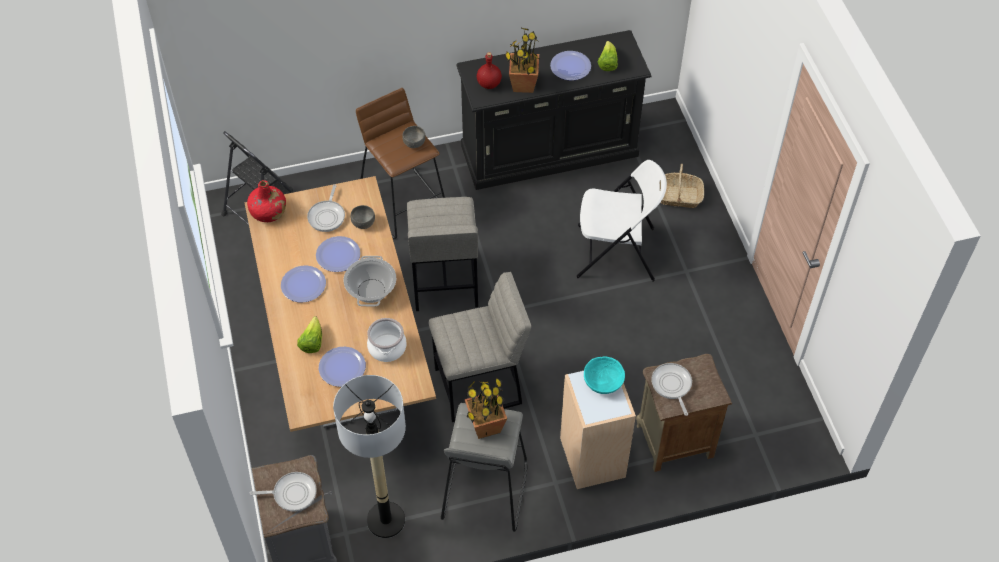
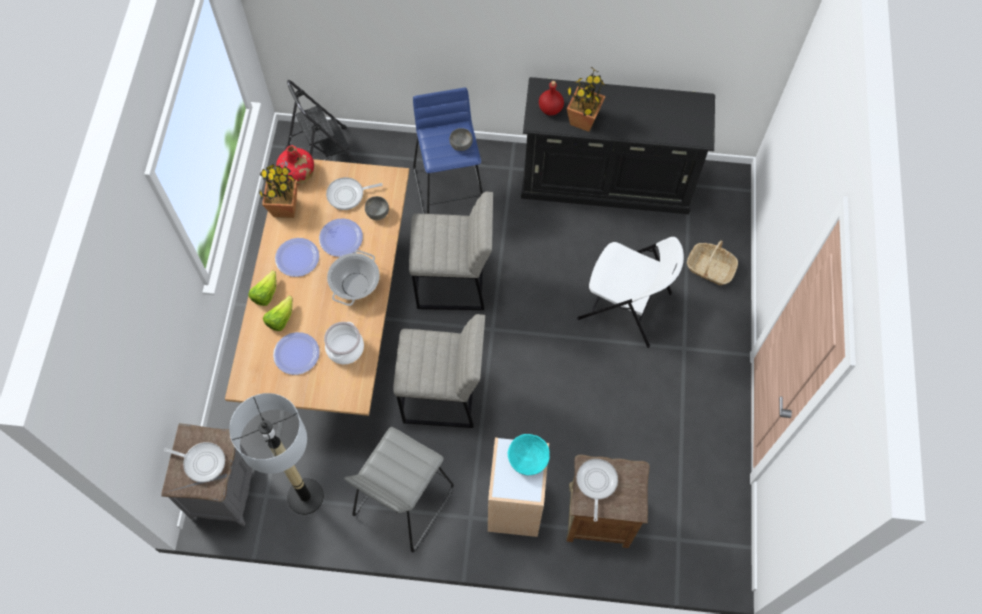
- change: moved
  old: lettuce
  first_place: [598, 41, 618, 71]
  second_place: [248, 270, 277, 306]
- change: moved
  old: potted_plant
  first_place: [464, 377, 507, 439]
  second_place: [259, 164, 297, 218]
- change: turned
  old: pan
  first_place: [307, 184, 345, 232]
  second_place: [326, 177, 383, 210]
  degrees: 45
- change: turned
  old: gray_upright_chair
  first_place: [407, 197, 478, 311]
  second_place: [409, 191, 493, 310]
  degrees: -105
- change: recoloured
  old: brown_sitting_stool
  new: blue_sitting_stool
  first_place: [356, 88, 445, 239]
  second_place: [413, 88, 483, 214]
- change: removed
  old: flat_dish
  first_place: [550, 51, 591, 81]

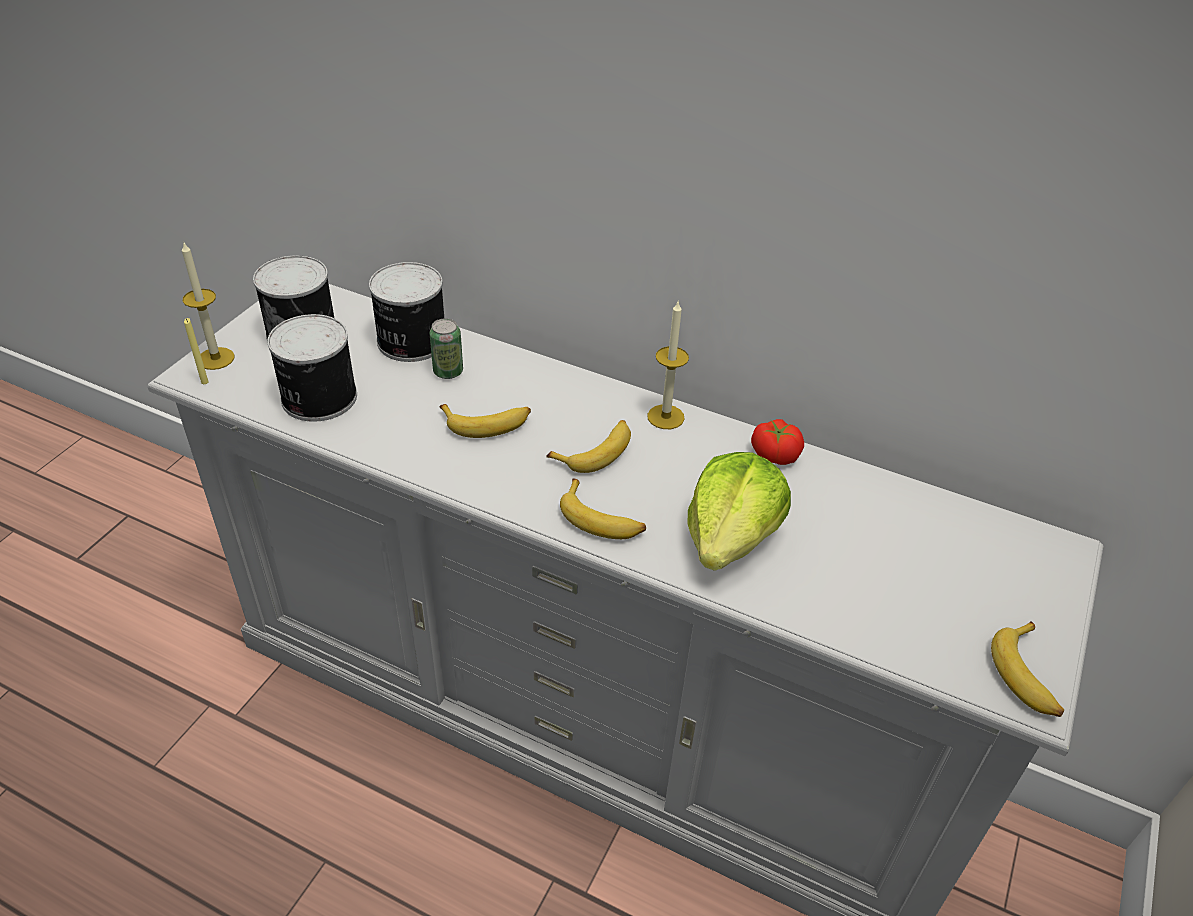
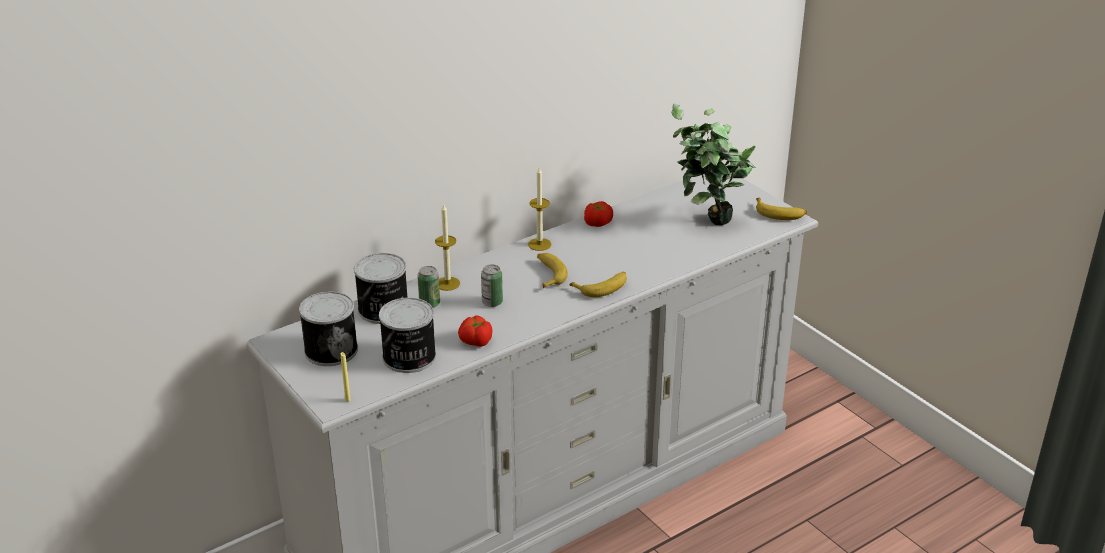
- change: moved
  old: candle
  first_place: [182, 241, 234, 370]
  second_place: [435, 205, 460, 291]
- change: added
  new: fresh_tomato
  second_place: [458, 315, 493, 347]
- change: replaced
  old: whole_banana
  new: can
  first_place: [439, 404, 531, 438]
  second_place: [481, 264, 503, 307]
- change: added
  new: potted_plant
  second_place: [671, 104, 756, 225]
- change: removed
  old: lettuce
  first_place: [688, 452, 791, 571]

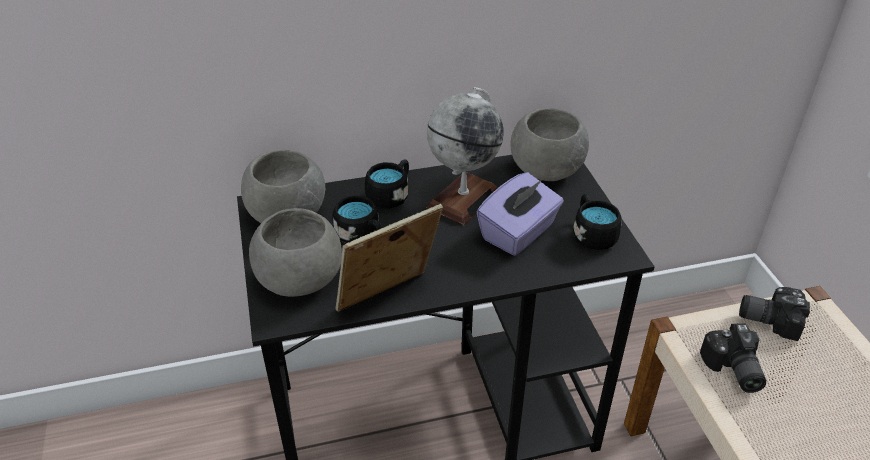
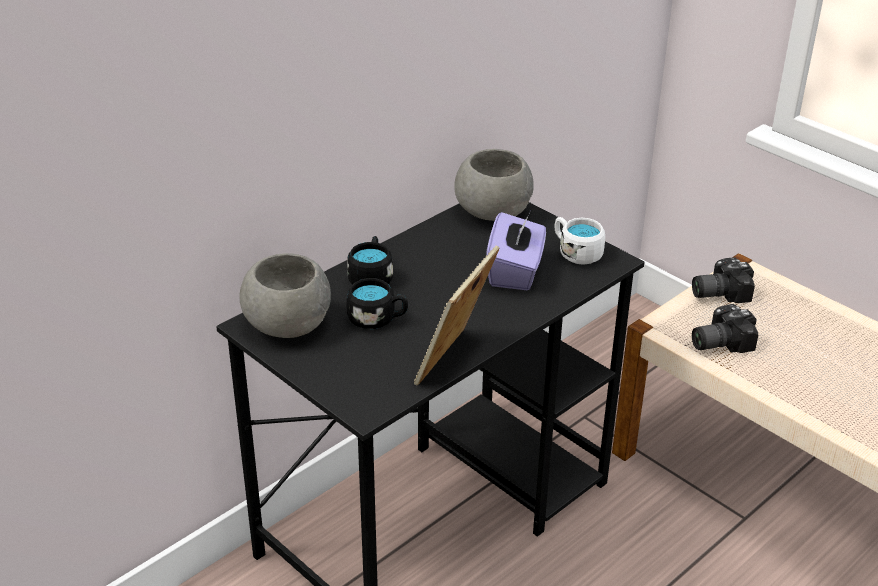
- change: recoloured
  old: black-coloured_mug
  new: white-coloured_mug
  first_place: [573, 194, 622, 250]
  second_place: [555, 217, 605, 265]
- change: turned
  old: still_camera
  first_place: [700, 324, 766, 393]
  second_place: [692, 304, 758, 353]
  degrees: 105
- change: removed
  old: gray_bowl
  first_place: [249, 208, 342, 297]
- change: removed
  old: globe
  first_place: [426, 87, 504, 225]

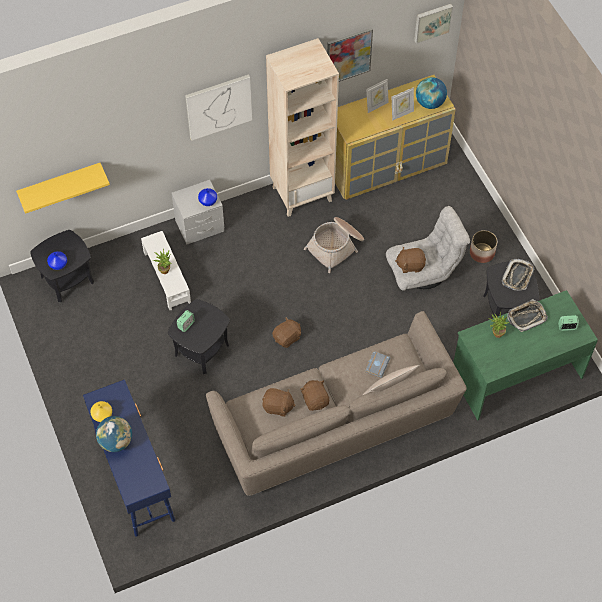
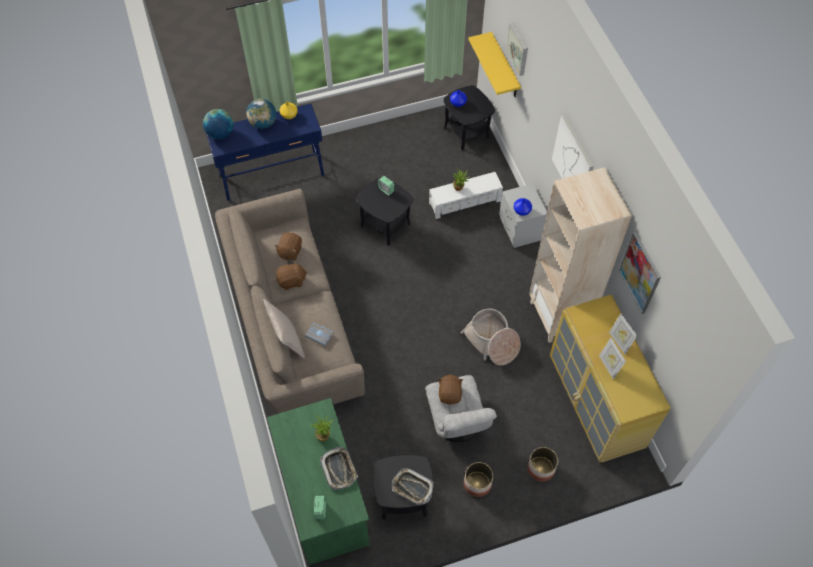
- change: moved
  old: globe
  first_place: [416, 77, 447, 109]
  second_place: [203, 109, 234, 140]
- change: moved
  old: picture
  first_place: [414, 4, 453, 44]
  second_place: [506, 23, 528, 76]
- change: added
  new: flower_pot
  second_place: [527, 447, 558, 482]
- change: removed
  old: brown_plush_toy
  first_place: [272, 317, 301, 348]

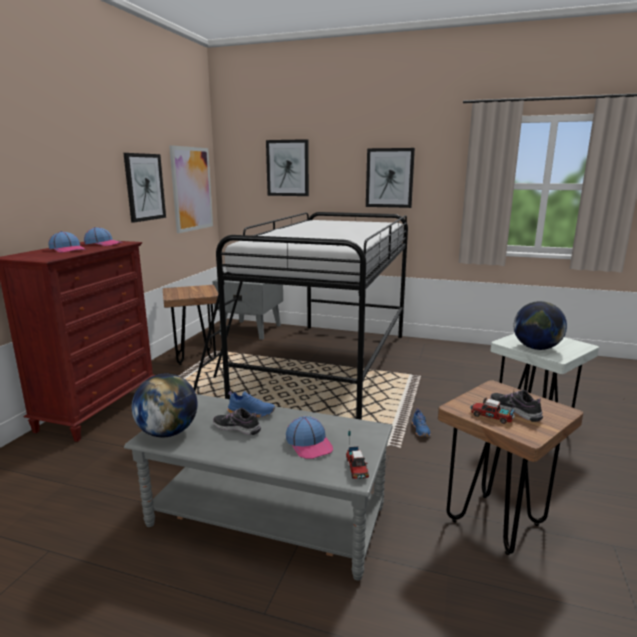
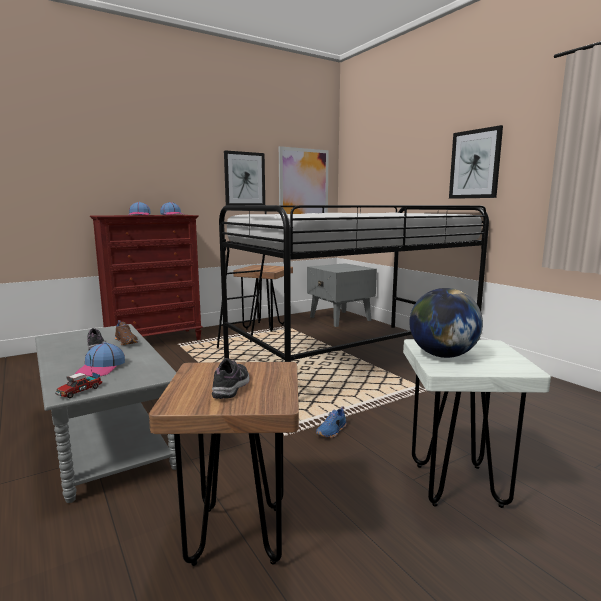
- change: recoloured
  old: blue_low_shoe
  new: brown_low_shoe
  first_place: [227, 391, 275, 417]
  second_place: [115, 320, 138, 345]
- change: removed
  old: globe
  first_place: [131, 374, 198, 437]
- change: removed
  old: picture
  first_place: [266, 139, 309, 196]
- change: removed
  old: model_truck
  first_place: [470, 392, 515, 424]

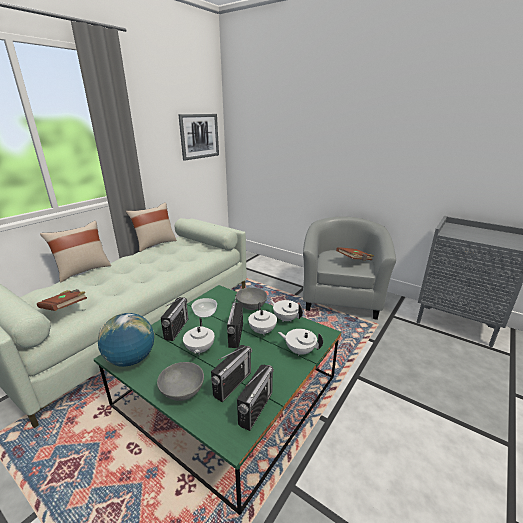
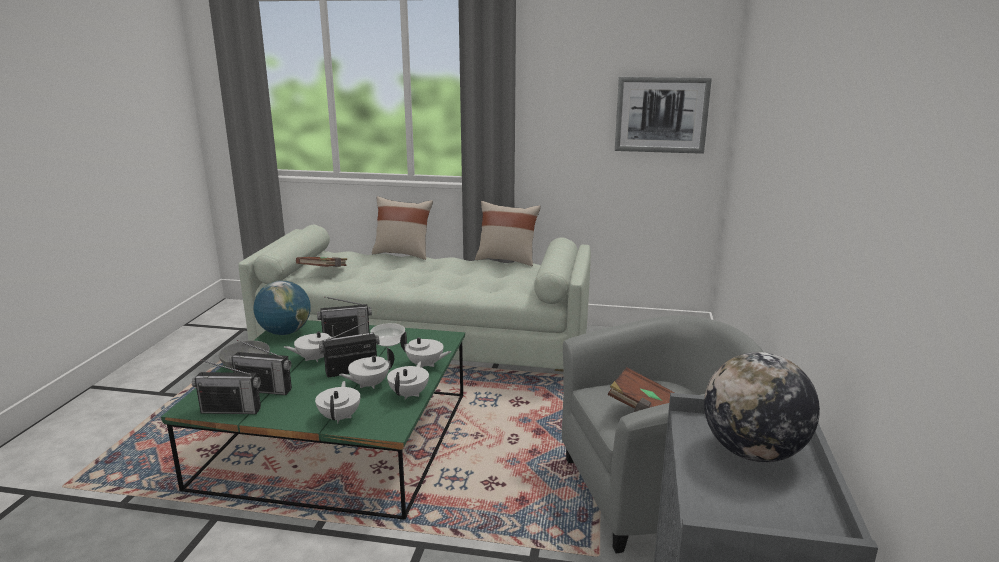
- change: replaced
  old: gray_bowl
  new: white-coloured_pot_for_tea
  first_place: [236, 287, 267, 310]
  second_place: [400, 332, 451, 368]
- change: added
  new: globe
  second_place: [704, 352, 820, 462]

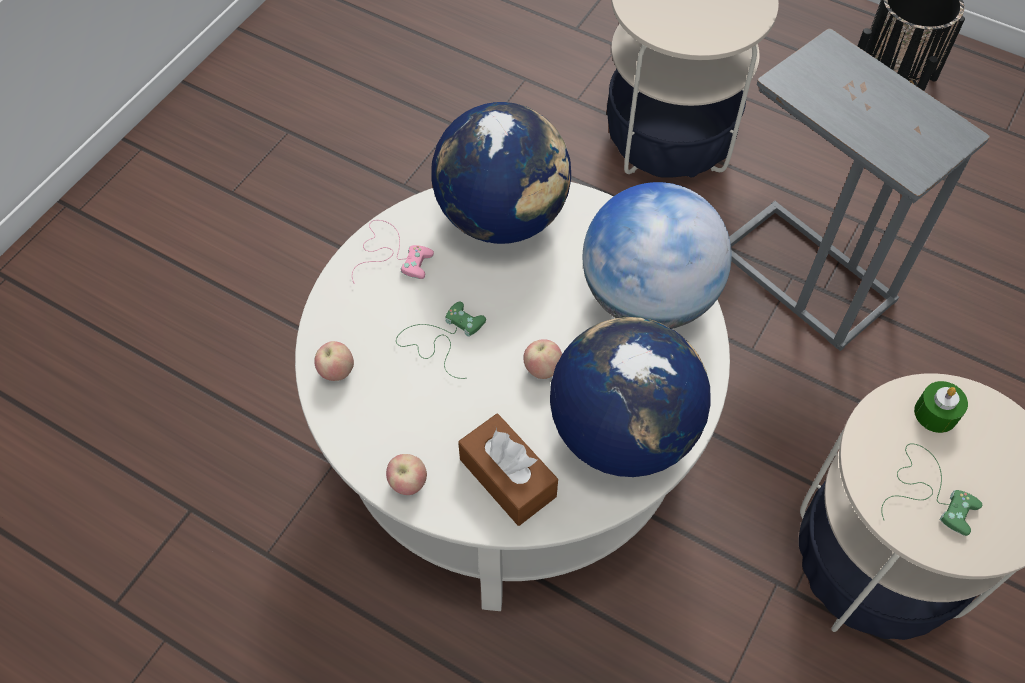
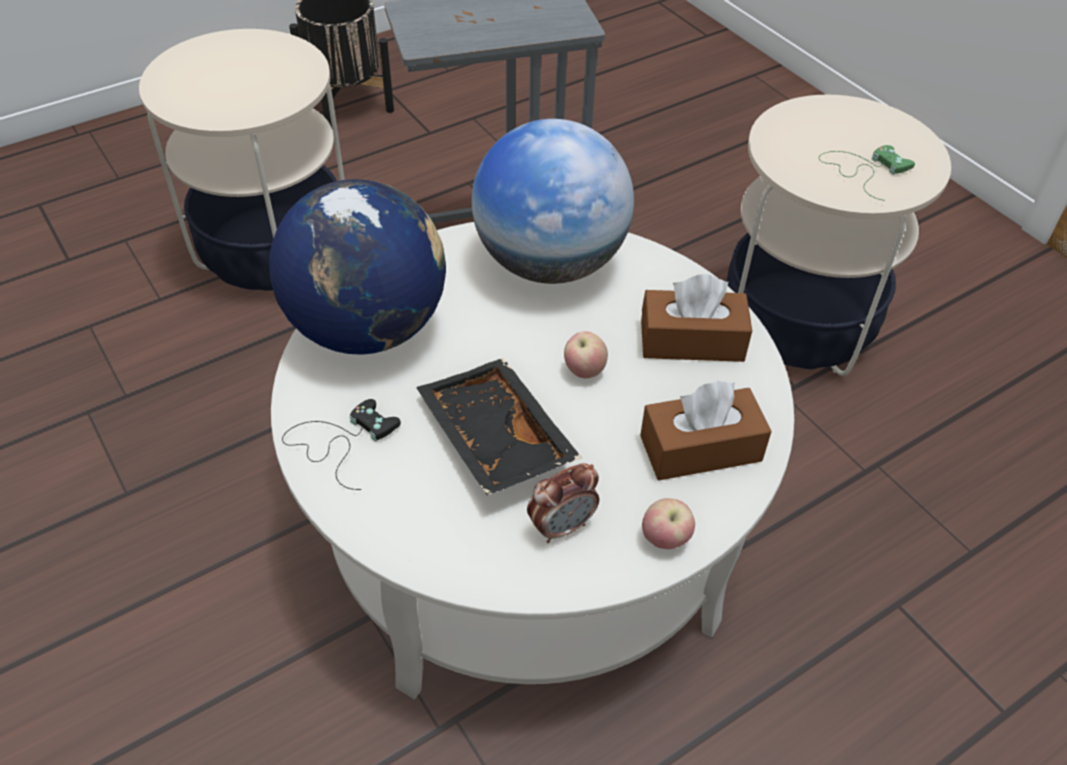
- change: recoloured
  old: pink-coloured_joypad
  new: black-coloured_joypad
  first_place: [352, 220, 434, 284]
  second_place: [282, 399, 401, 490]
- change: replaced
  old: green-coloured_joypad
  new: black-coloured_serving_tray
  first_place: [396, 302, 486, 379]
  second_place: [416, 358, 582, 496]
- change: added
  new: table_clock
  second_place: [527, 463, 599, 543]
- change: replaced
  old: globe
  new: brown_tissue_holder
  first_place: [550, 317, 711, 477]
  second_place: [641, 274, 752, 362]
- change: removed
  old: whole_apple
  first_place: [314, 341, 354, 381]
- change: removed
  old: green-coloured_candle
  first_place: [914, 381, 968, 433]

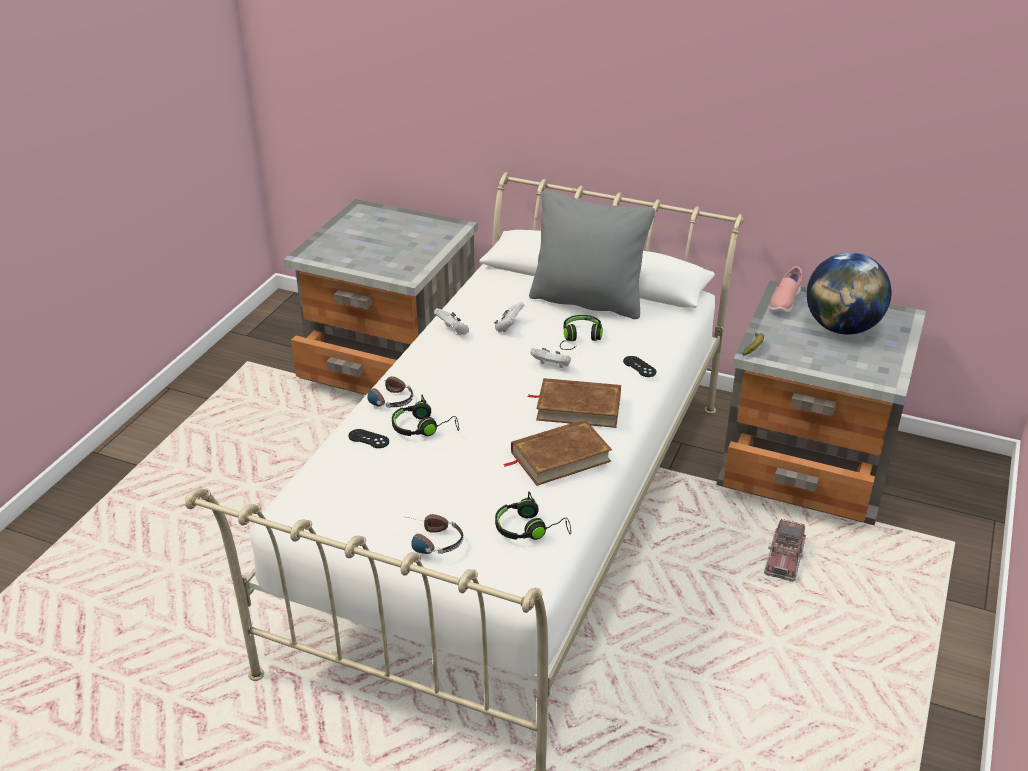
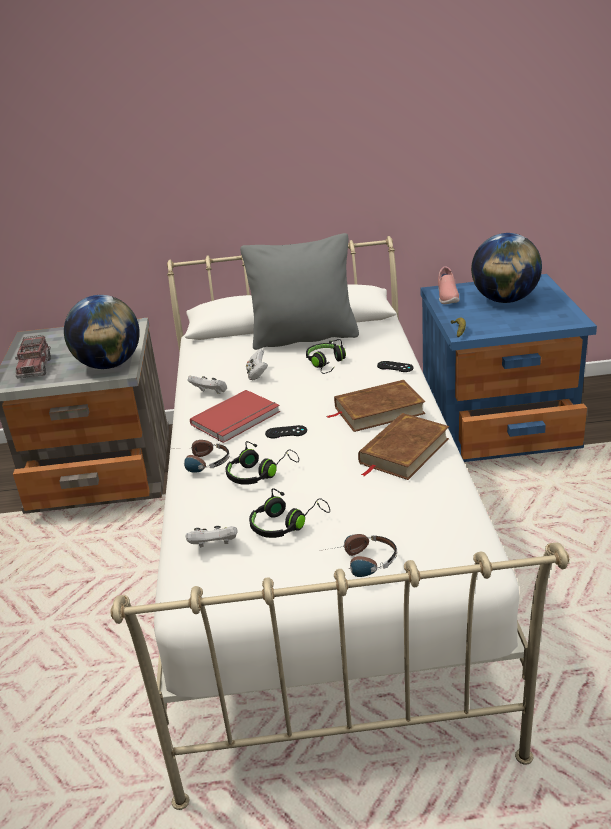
- change: moved
  old: model_truck
  first_place: [764, 519, 806, 582]
  second_place: [15, 335, 51, 379]
- change: added
  new: globe
  second_place: [64, 295, 140, 369]
- change: moved
  old: white-coloured_joypad
  first_place: [531, 348, 571, 368]
  second_place: [186, 526, 237, 547]
- change: added
  new: red-coloured_book
  second_place: [190, 390, 280, 443]
- change: moved
  old: black-coloured_headset
  first_place: [495, 492, 571, 540]
  second_place: [249, 488, 330, 538]
- change: moved
  old: black-coloured_joypad
  first_place: [348, 429, 389, 448]
  second_place: [265, 425, 307, 438]
- change: recoloured
  old: gray_nightstand
  new: blue_nightstand
  first_place: [716, 280, 926, 525]
  second_place: [421, 274, 597, 462]

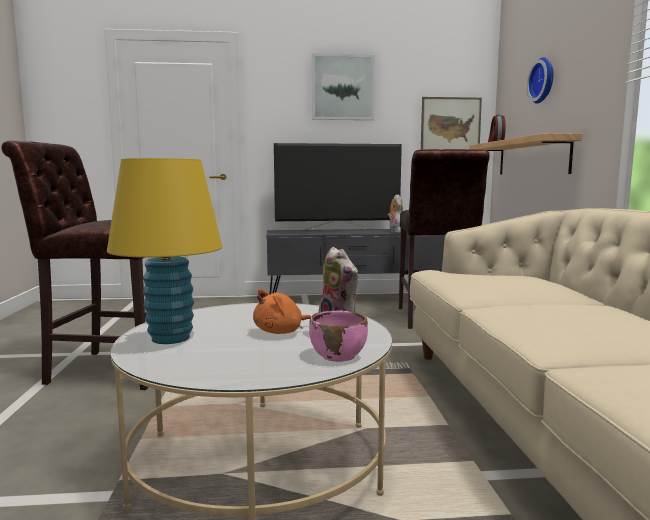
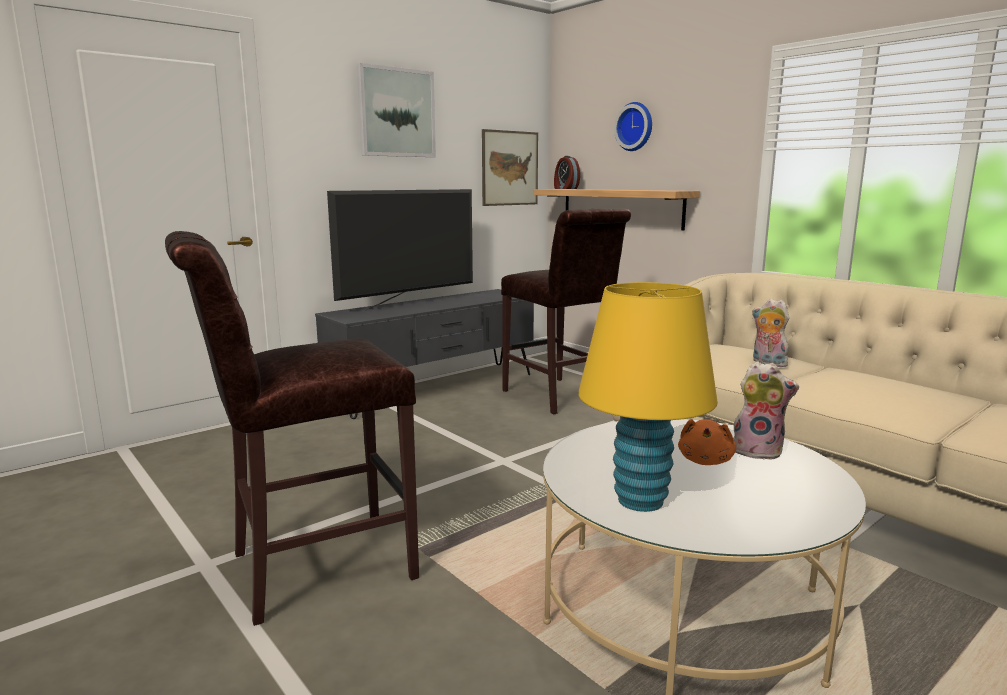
- change: moved
  old: plush_toy
  first_place: [388, 195, 403, 233]
  second_place: [752, 299, 789, 367]
- change: removed
  old: pink-coloured_bowl
  first_place: [309, 311, 368, 362]

